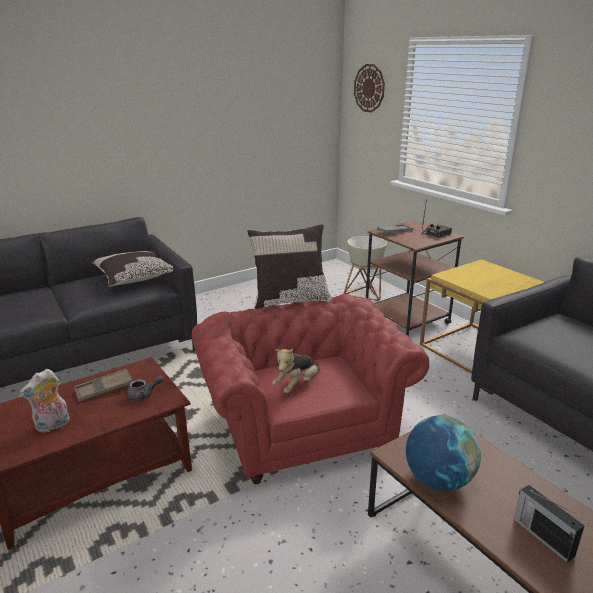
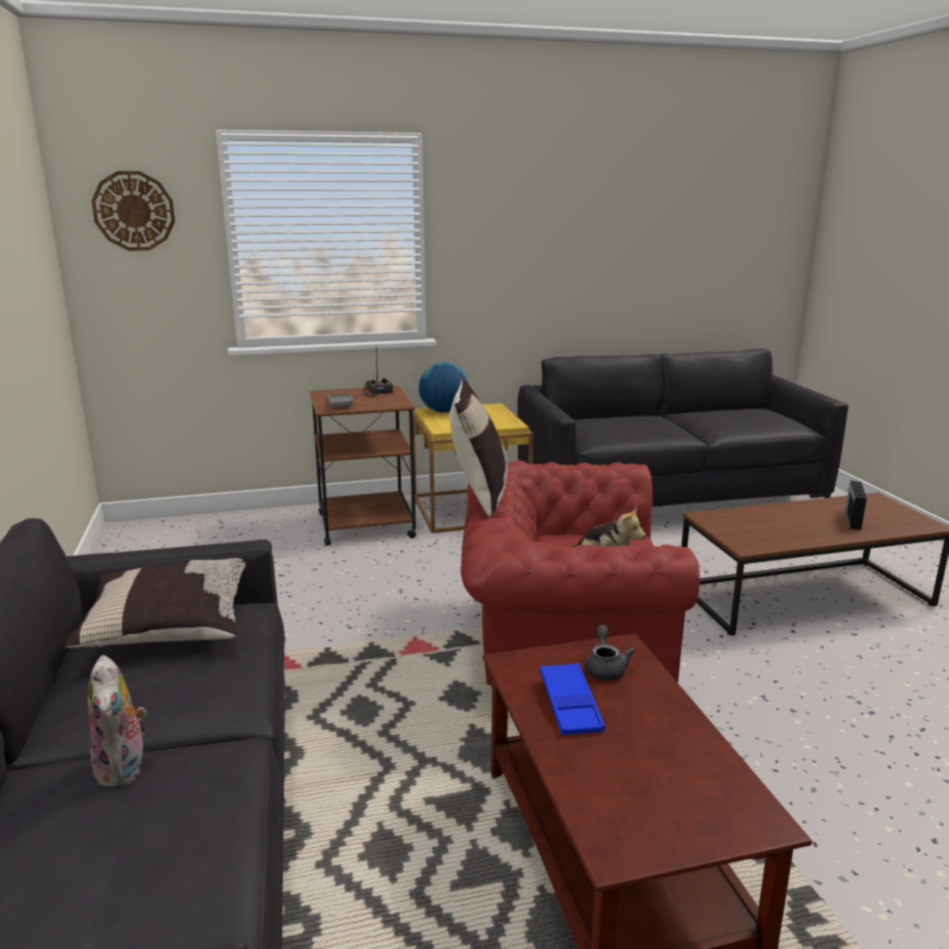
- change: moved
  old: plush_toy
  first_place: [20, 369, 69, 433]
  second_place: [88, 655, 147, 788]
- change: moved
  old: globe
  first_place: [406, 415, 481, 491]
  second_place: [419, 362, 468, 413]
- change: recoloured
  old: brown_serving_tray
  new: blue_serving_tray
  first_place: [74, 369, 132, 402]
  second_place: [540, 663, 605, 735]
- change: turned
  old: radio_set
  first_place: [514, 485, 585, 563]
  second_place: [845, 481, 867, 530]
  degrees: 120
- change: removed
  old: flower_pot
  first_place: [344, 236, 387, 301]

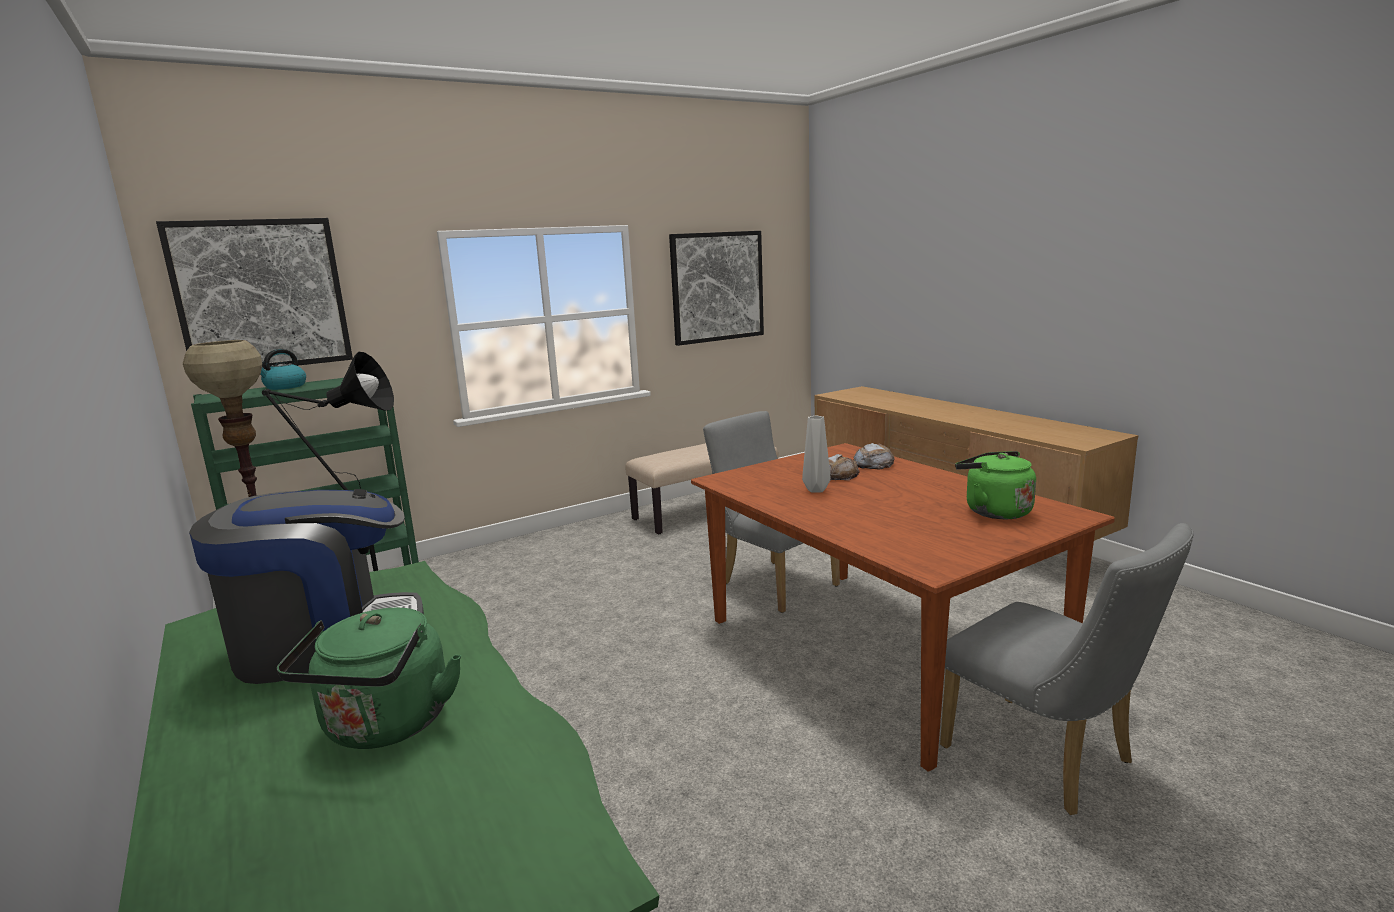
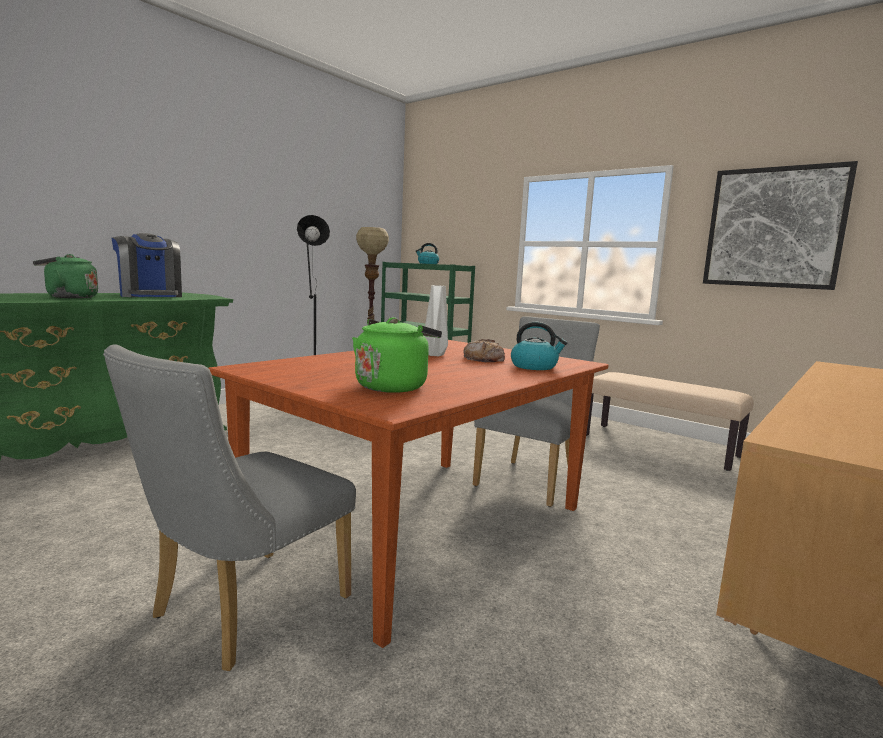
- change: replaced
  old: bakery_bread
  new: kettle
  first_place: [854, 443, 895, 470]
  second_place: [511, 322, 567, 370]
- change: removed
  old: picture
  first_place: [156, 218, 353, 369]

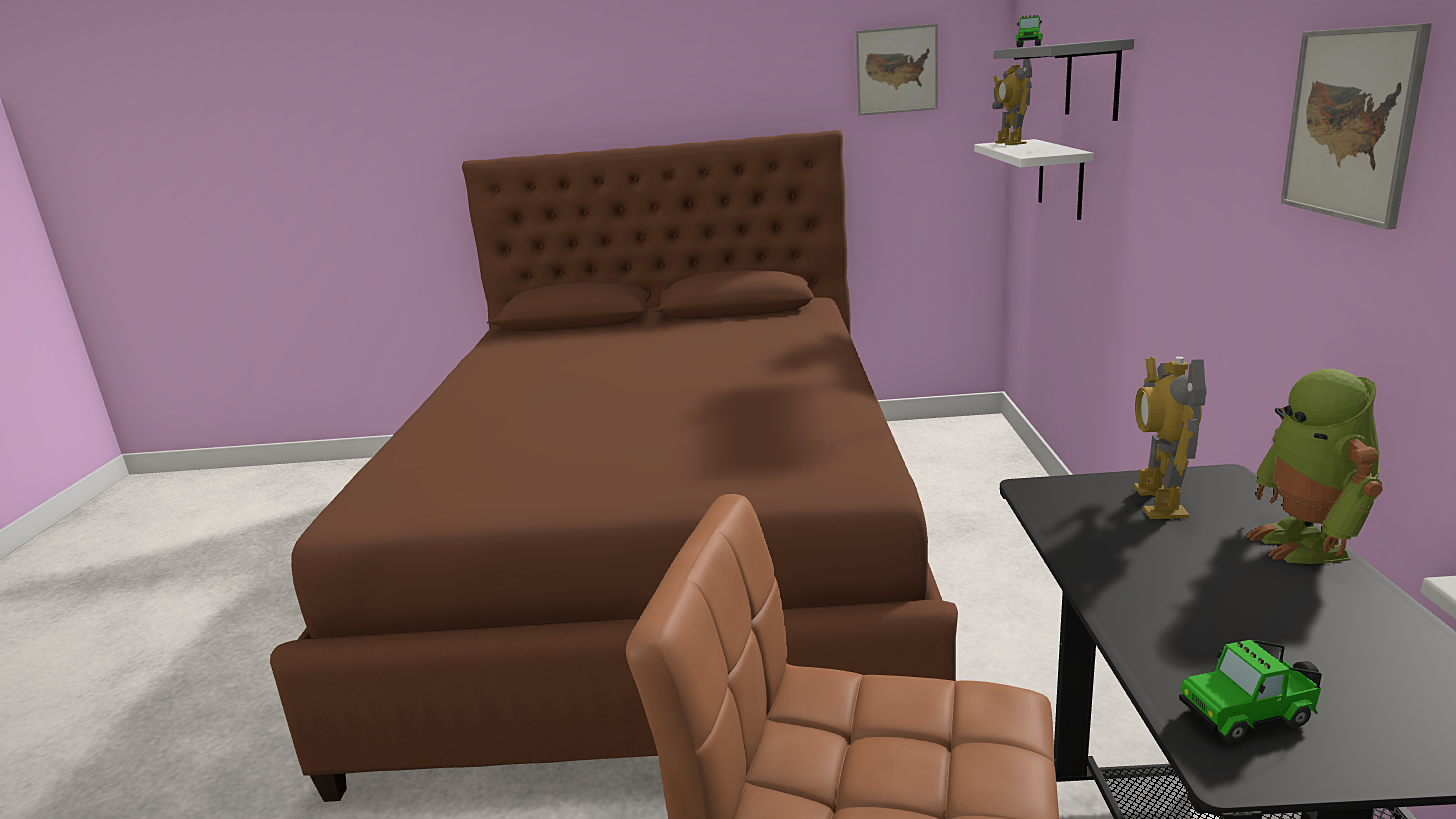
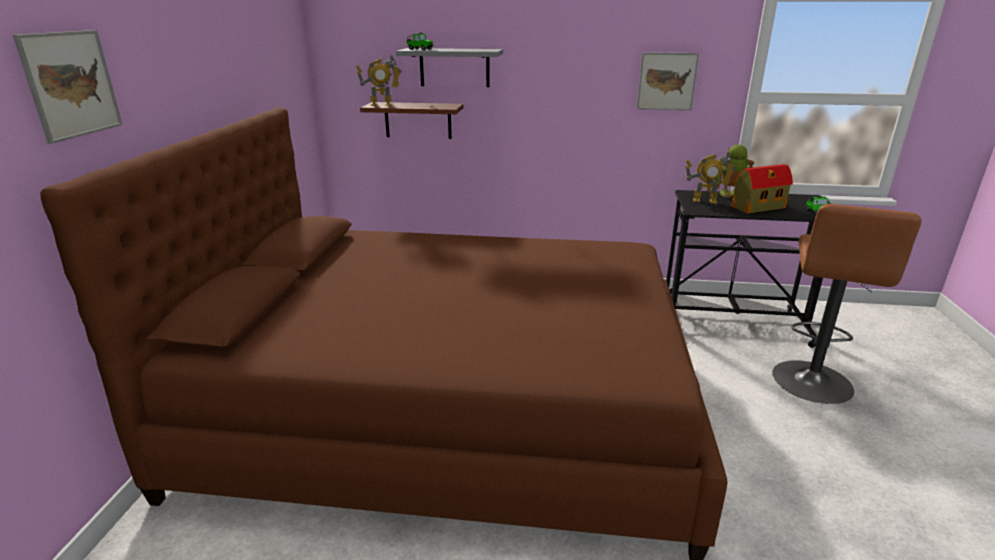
- change: moved
  old: picture
  first_place: [856, 24, 938, 116]
  second_place: [12, 30, 123, 144]
- change: recoloured
  old: white-coloured_wall_shelf
  new: brown_wall_shelf
  first_place: [974, 139, 1094, 220]
  second_place: [360, 102, 463, 139]
- change: added
  new: model_house
  second_place: [731, 164, 793, 213]

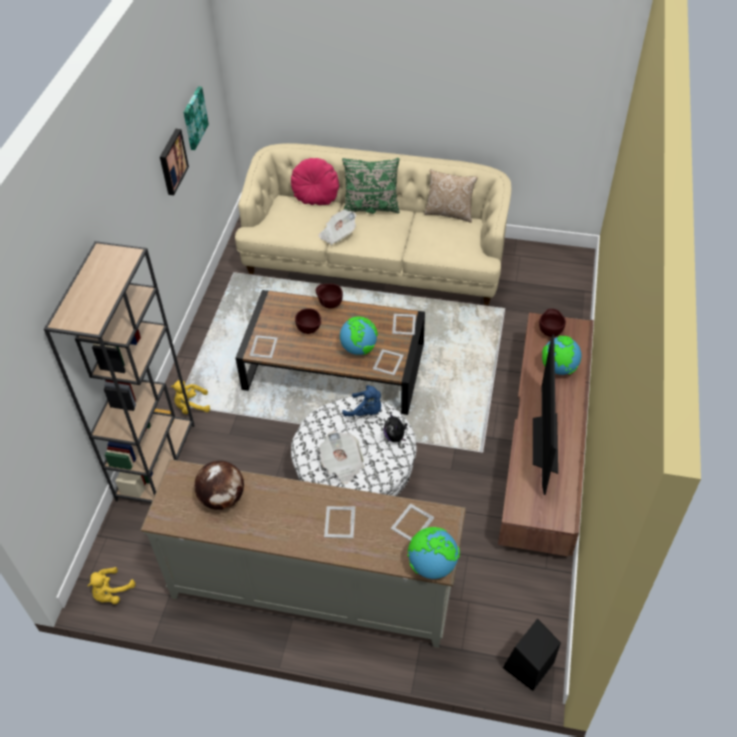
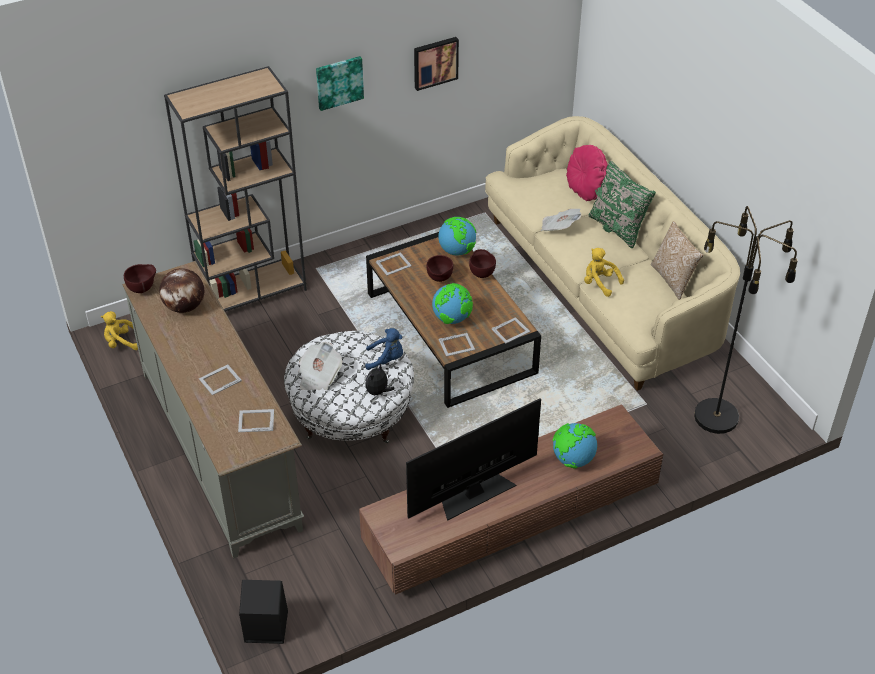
- change: moved
  old: brown_bowl
  first_place: [539, 309, 566, 337]
  second_place: [124, 264, 156, 293]
- change: moved
  old: picture
  first_place: [184, 86, 209, 150]
  second_place: [316, 56, 364, 111]
- change: turned
  old: blue_plush_toy
  first_place: [342, 385, 381, 416]
  second_place: [365, 328, 403, 370]
  degrees: -75
- change: moved
  old: globe
  first_place: [407, 527, 460, 579]
  second_place: [438, 217, 477, 255]
- change: moved
  old: yellow-coloured_plush_toy
  first_place: [171, 380, 210, 414]
  second_place: [584, 248, 624, 297]
- change: added
  new: floor_lamp
  second_place: [694, 206, 798, 434]

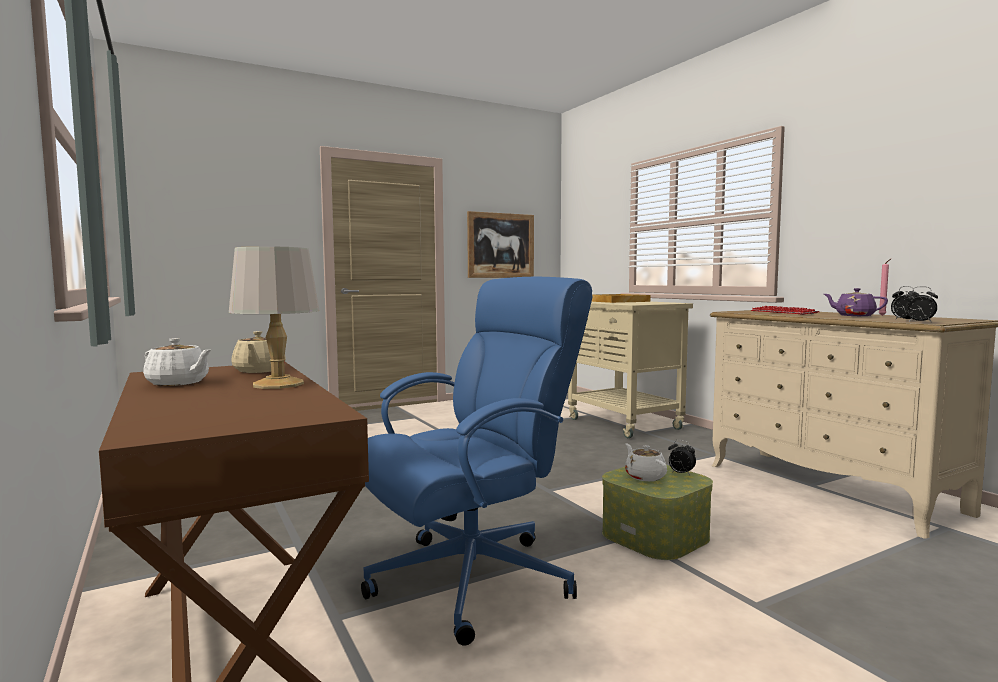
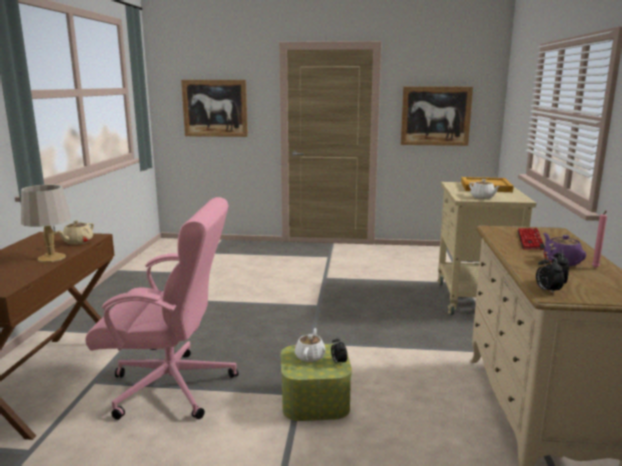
- change: recoloured
  old: blue_office_chair
  new: pink-coloured_office_chair
  first_place: [361, 277, 592, 646]
  second_place: [85, 197, 238, 420]
- change: added
  new: picture
  second_place: [181, 80, 248, 137]
- change: moved
  old: white-coloured_pot_for_tea
  first_place: [143, 338, 211, 386]
  second_place: [469, 179, 500, 199]

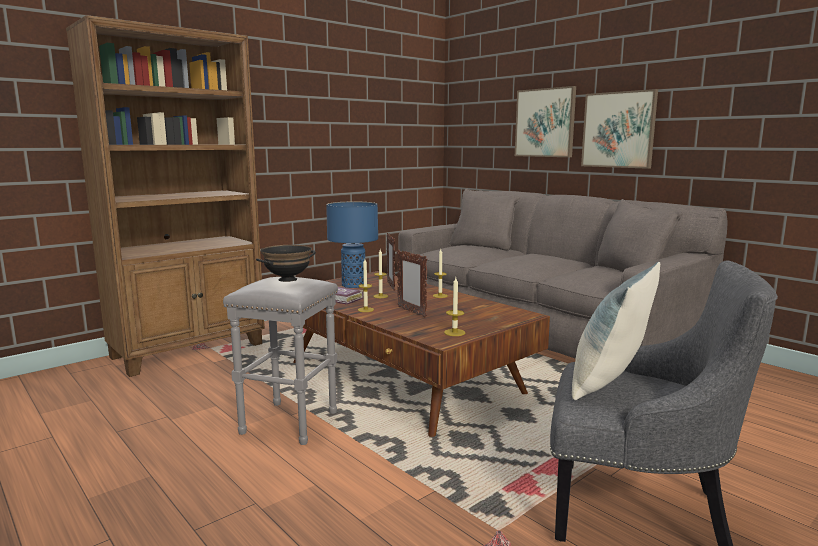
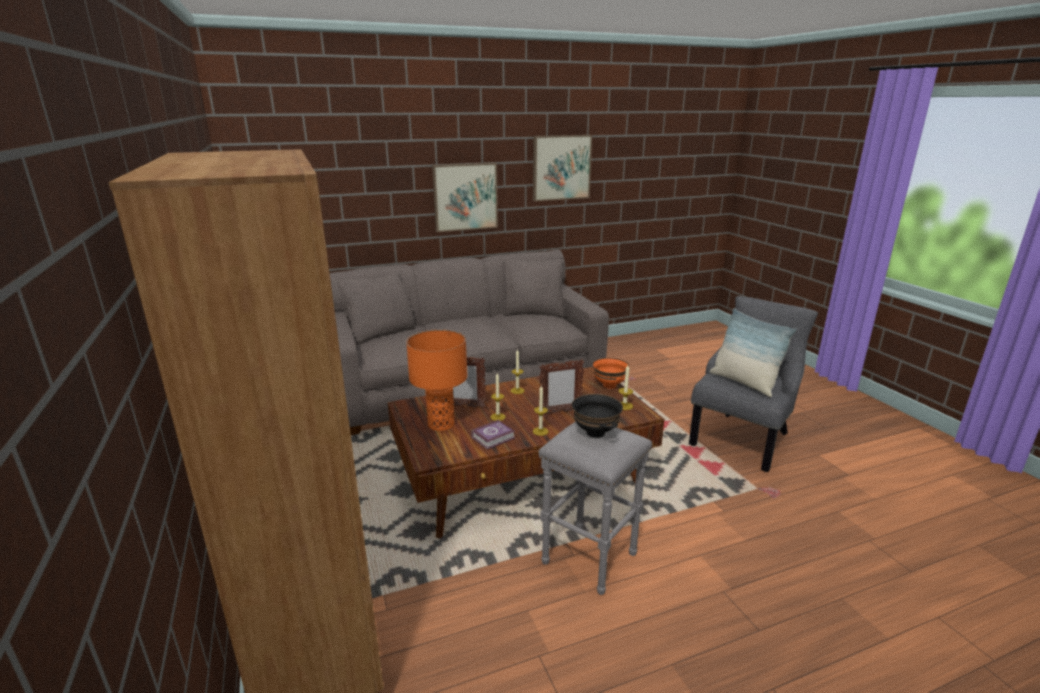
- change: recoloured
  old: blue_table_lamp
  new: orangey_table_lamp
  first_place: [326, 201, 378, 288]
  second_place: [406, 329, 468, 431]
- change: moved
  old: picture
  first_place: [515, 86, 576, 157]
  second_place: [533, 135, 592, 201]
- change: added
  new: orangey_bowl
  second_place: [593, 358, 630, 389]

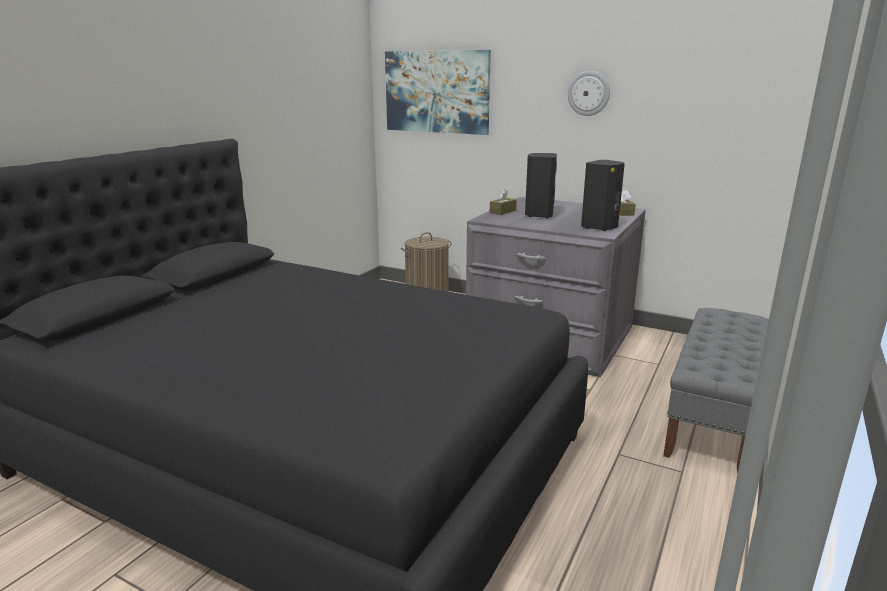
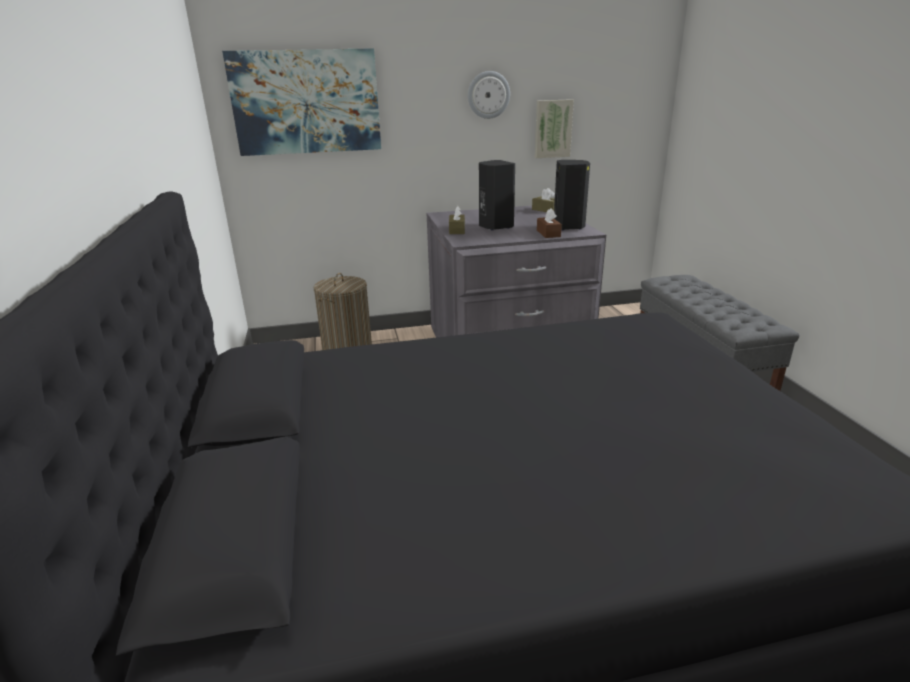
- change: added
  new: picture
  second_place: [535, 99, 574, 158]
- change: added
  new: brown_tissue_holder
  second_place: [537, 208, 562, 238]

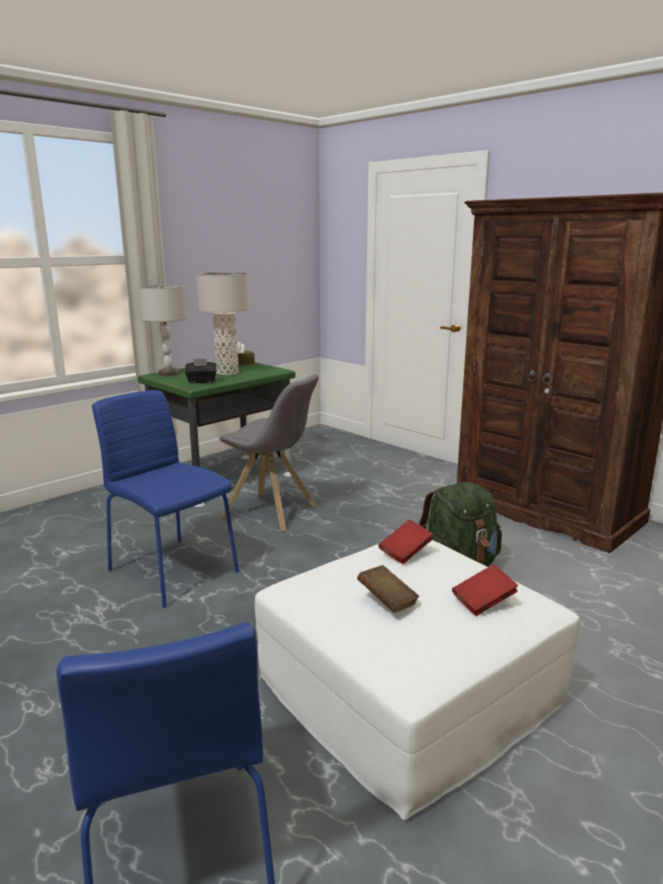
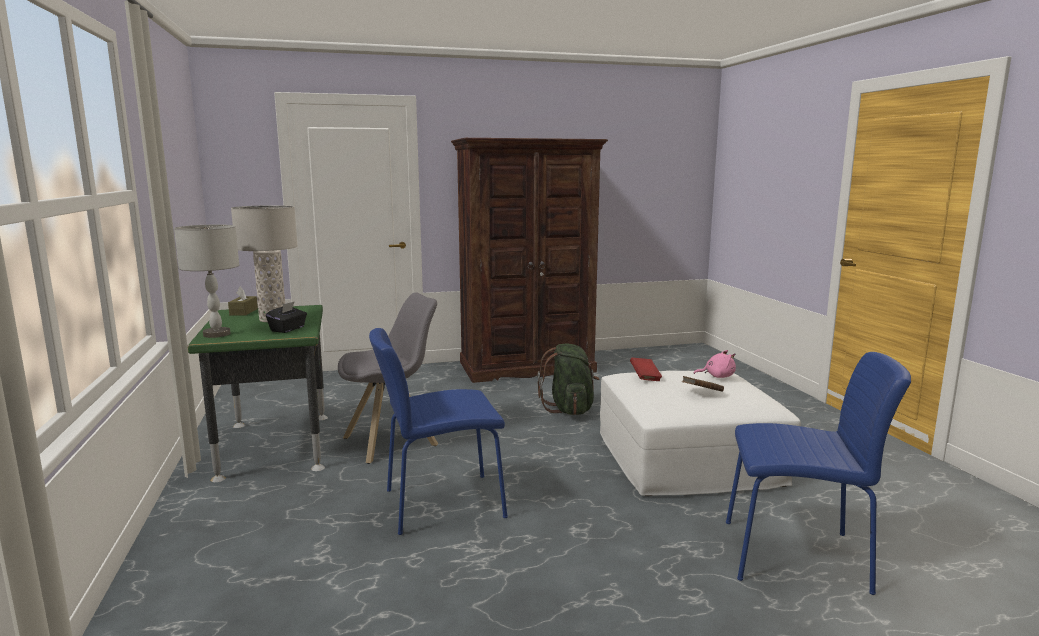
- change: replaced
  old: red-coloured_book
  new: pink-coloured_plush_toy
  first_place: [452, 564, 518, 616]
  second_place: [694, 350, 736, 378]

